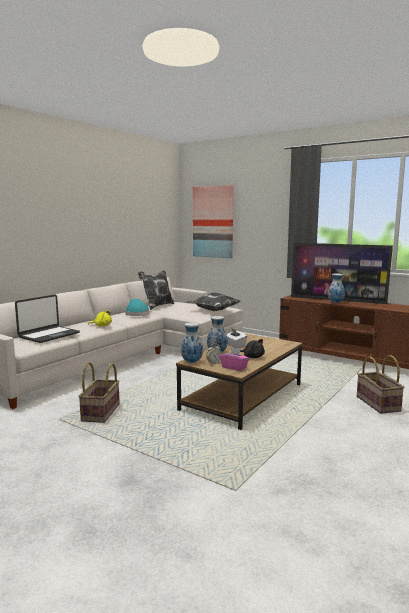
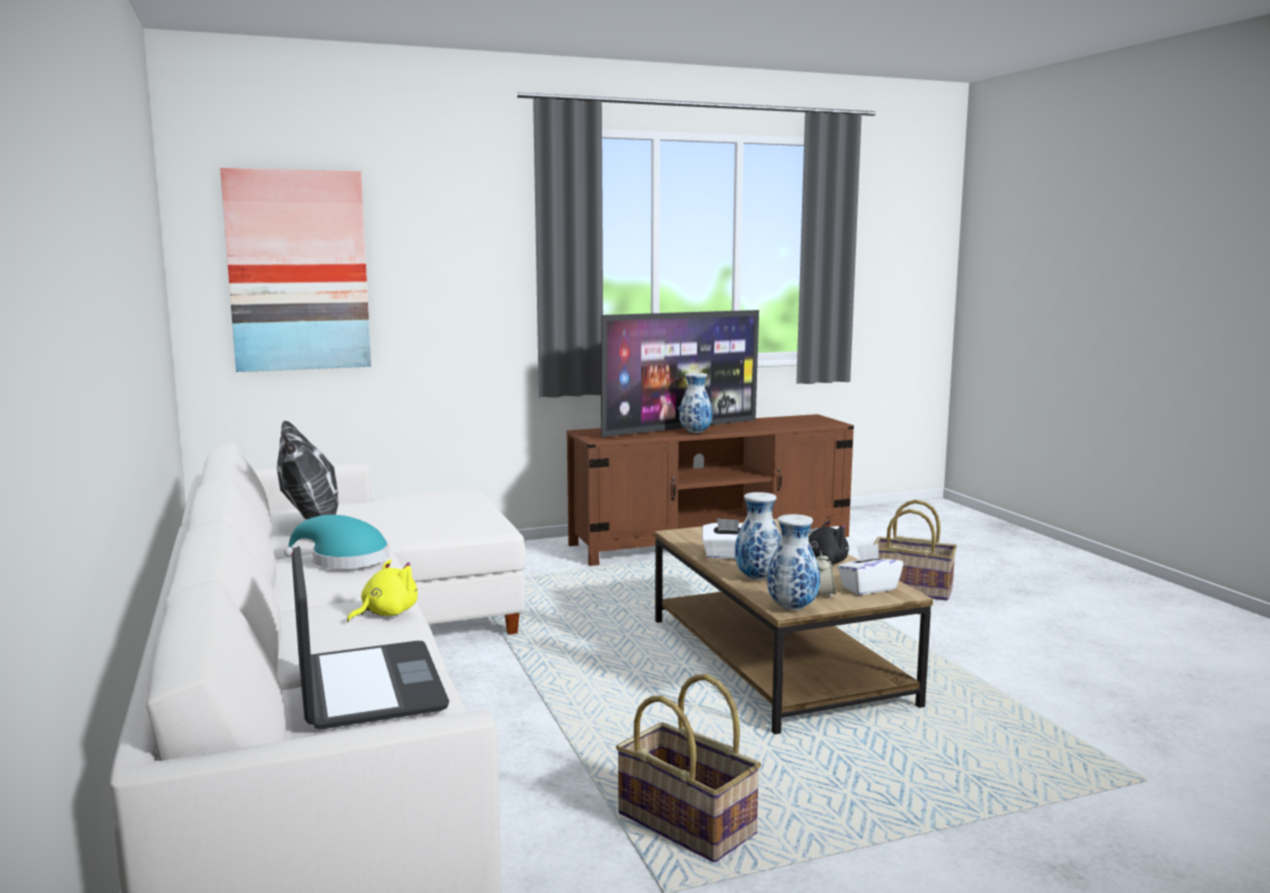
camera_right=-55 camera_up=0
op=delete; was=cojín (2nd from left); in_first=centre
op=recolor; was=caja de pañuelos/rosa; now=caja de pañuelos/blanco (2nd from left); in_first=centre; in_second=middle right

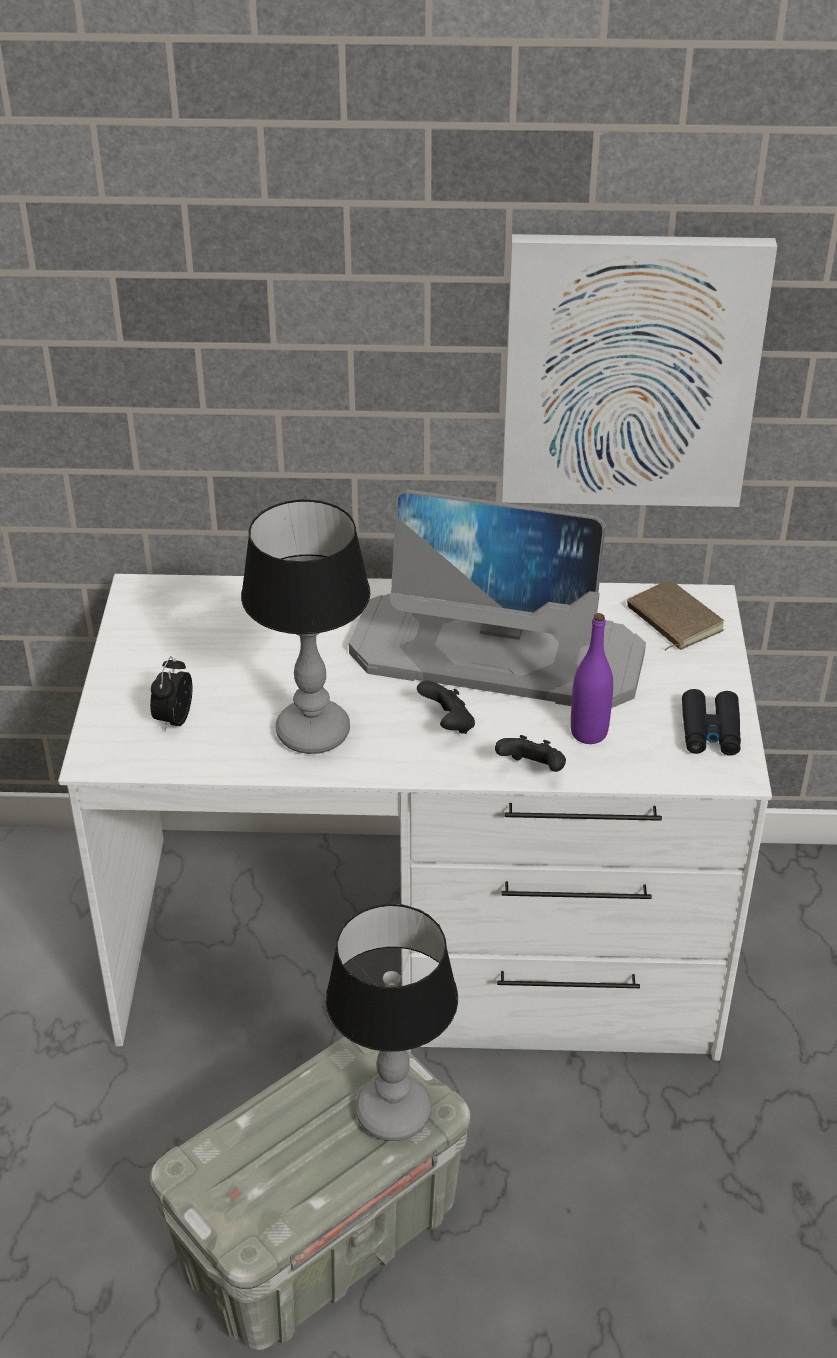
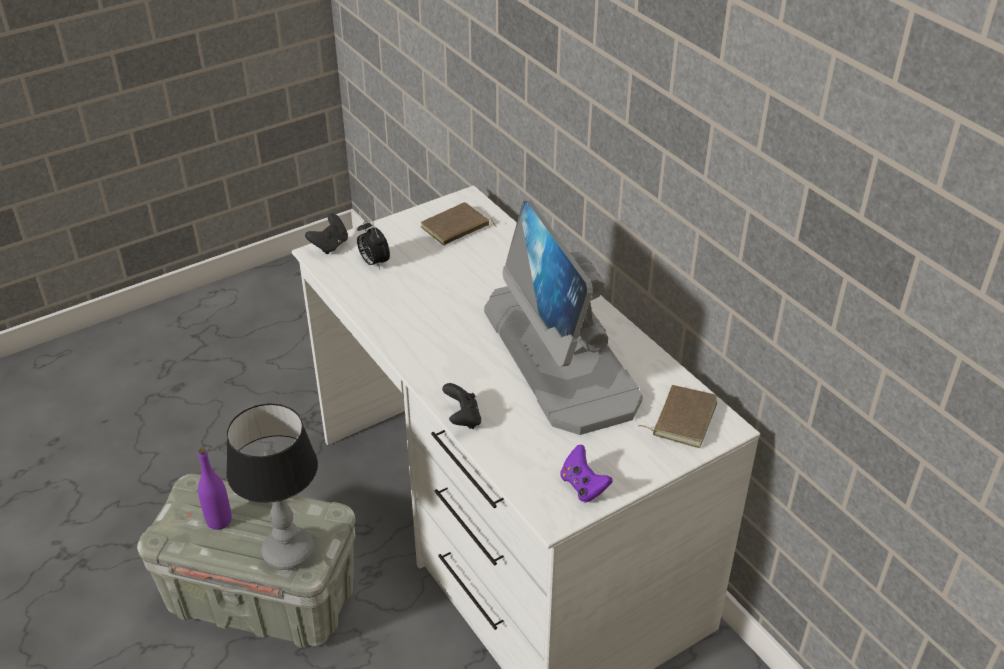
camera_right=55 camera_up=0
op=delete; was=cuadro; in_first=top right
op=delete; was=lámpara de mesa (1st from left); in_first=centre
op=move; was=botella/morado; in_first=middle right; in_second=bottom left
op=rotate; was=despertador; in_first=middle left; in_second=centre; clockwise=-105
op=move; was=mando de consola/negro (1st from left); in_first=centre; in_second=middle left
op=replace; was=prismáticos/negro; now=mando de consola/morado; in_first=middle right; in_second=bottom centre
op=insert; now=libro/marrón (1st from left); in_second=centre

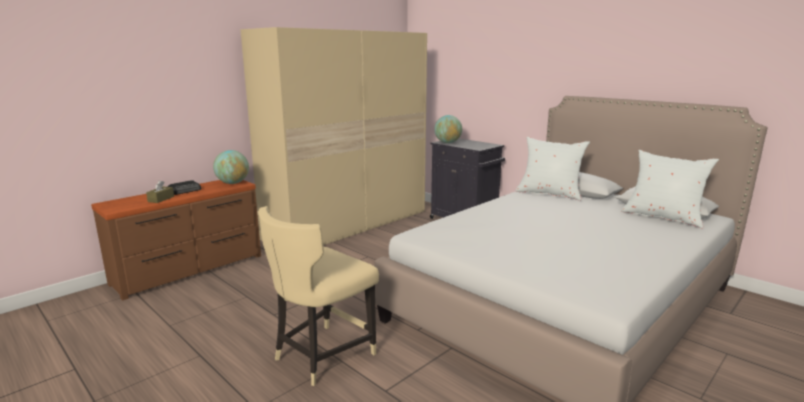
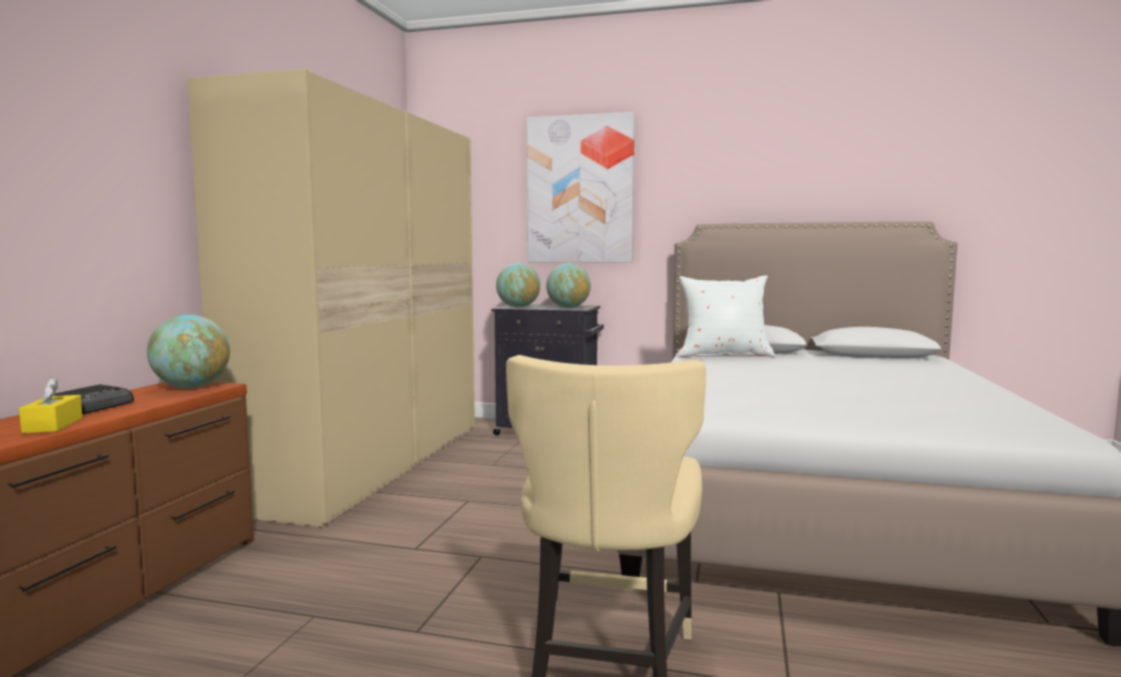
camera_right=-30 camera_up=-10
op=delete; was=cojín/blanco (2nd from left); in_first=middle right
op=recolor; was=caja de pañuelos/marrón; now=caja de pañuelos/amarillo; in_first=middle left; in_second=middle left
op=insert; now=cuadro; in_second=top centre
op=insert; now=globo terráqueo (3rd from left); in_second=centre

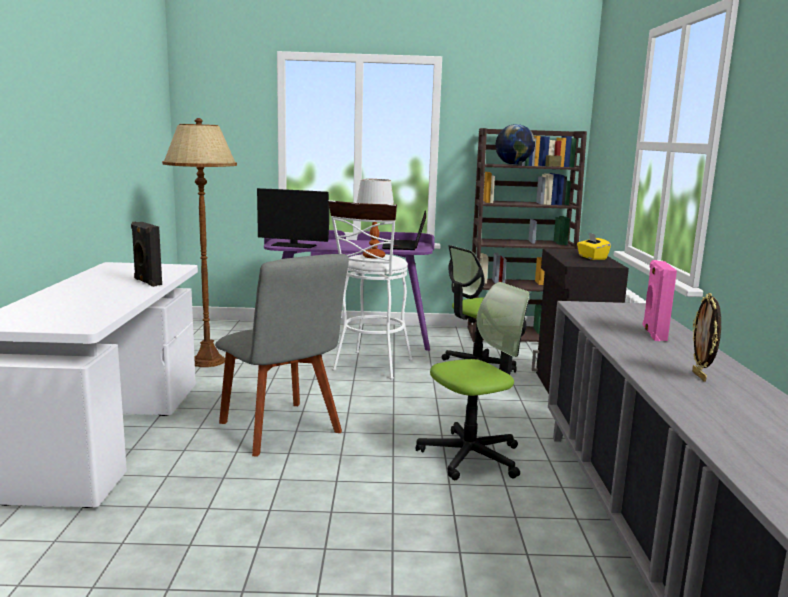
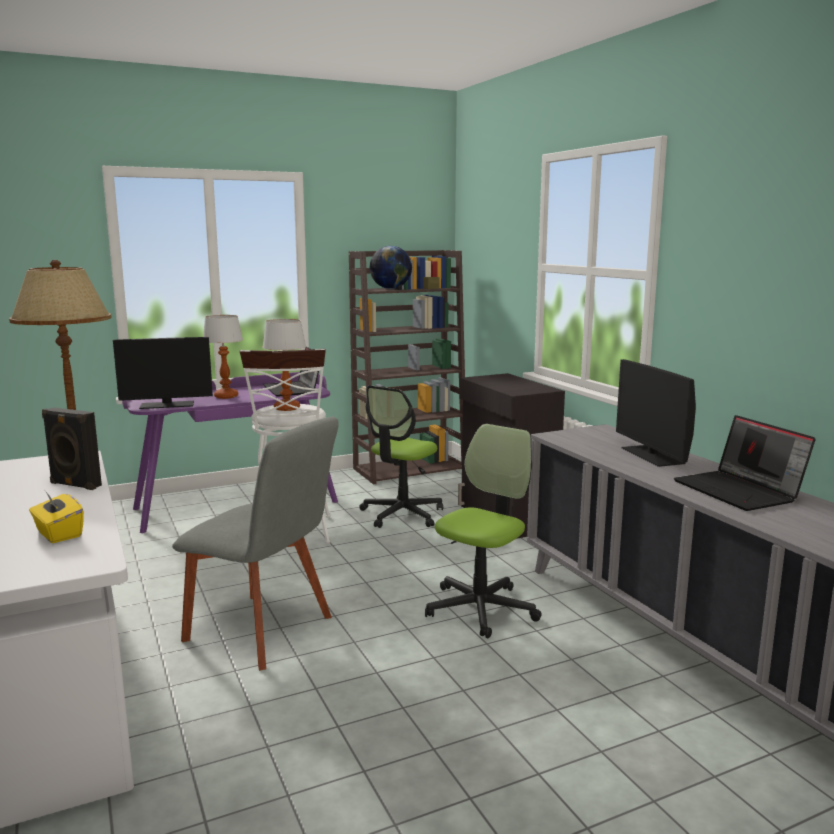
camera_right=-25 camera_up=0
op=move; was=caja de pañuelos/amarillo; in_first=middle right; in_second=middle left
op=replace; was=altavoz/rosa; now=monitor (2nd from left); in_first=middle right; in_second=middle right
op=replace; was=portarretratos; now=portátil (2nd from left); in_first=middle right; in_second=middle right
op=insert; now=lámpara de mesa (1st from left); in_second=middle left

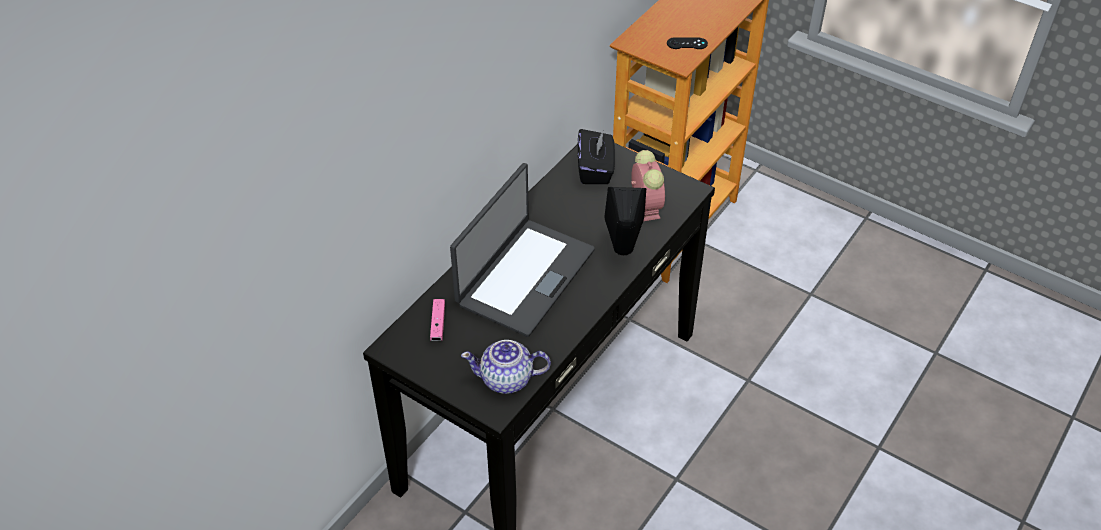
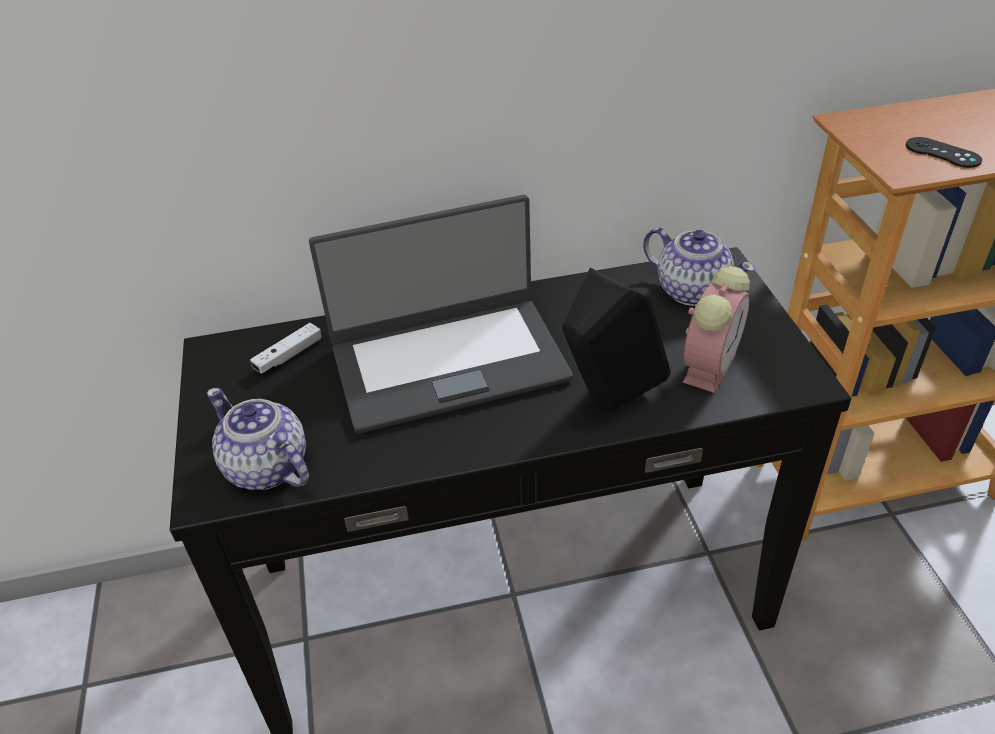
camera_right=45 camera_up=-5
op=replace; was=caja de pañuelos/negro; now=tetera (2nd from left); in_first=top centre; in_second=middle right
op=recolor; was=mando de consola/rosa; now=mando de consola/blanco; in_first=centre; in_second=middle left

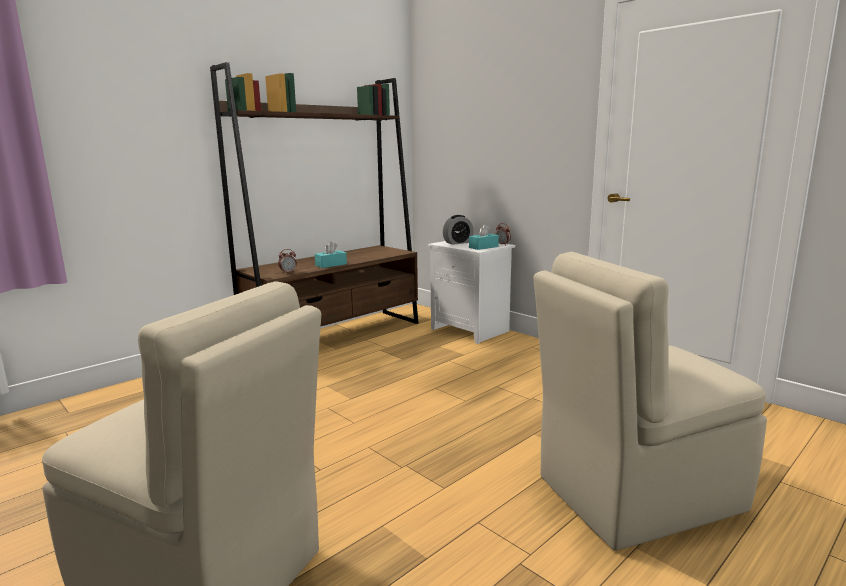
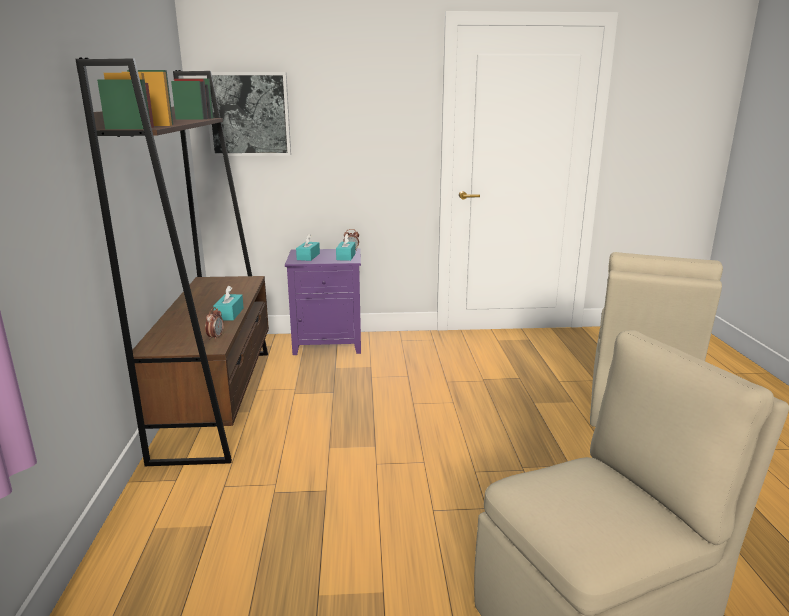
camera_right=-50 camera_up=5
op=replace; was=despertador (2nd from left); now=caja de pañuelos/turquesa (2nd from left); in_first=centre; in_second=centre
op=recolor; was=mesita de noche/blanco; now=mesita de noche/morado; in_first=centre; in_second=centre
op=insert; now=cuadro; in_second=top left

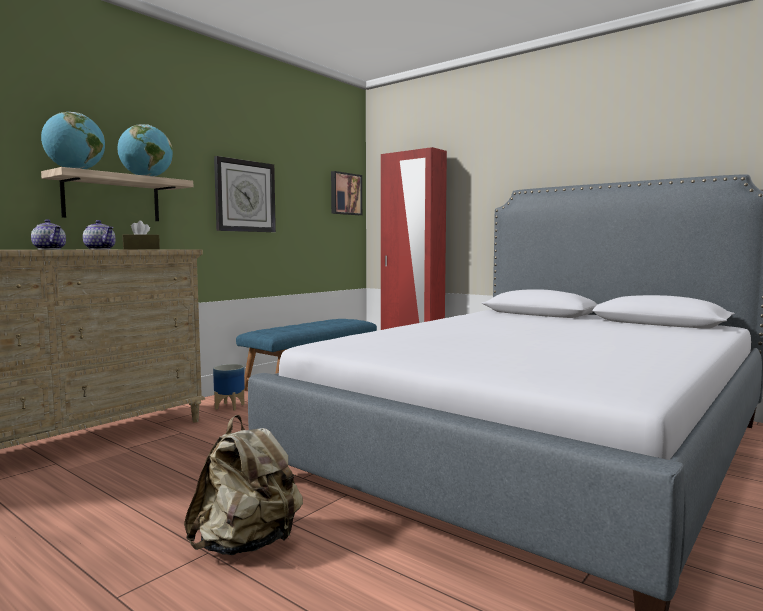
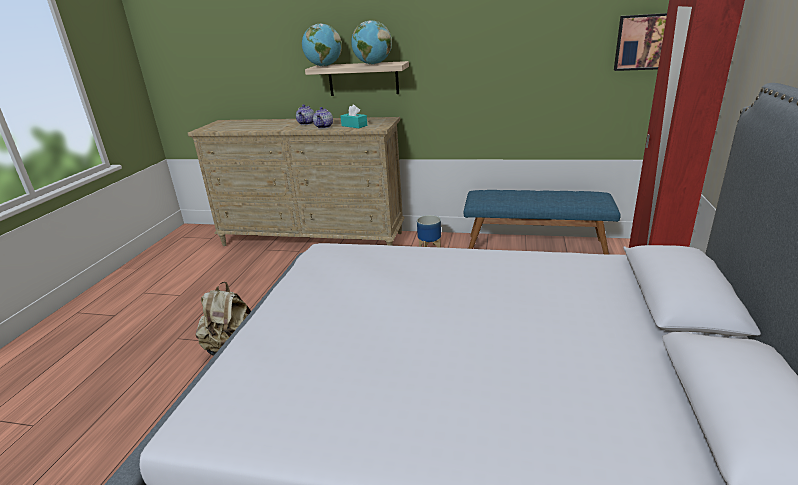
camera_right=65 camera_up=20
op=delete; was=reloj de pared; in_first=top left
op=recolor; was=caja de pañuelos/marrón; now=caja de pañuelos/turquesa; in_first=middle left; in_second=top centre

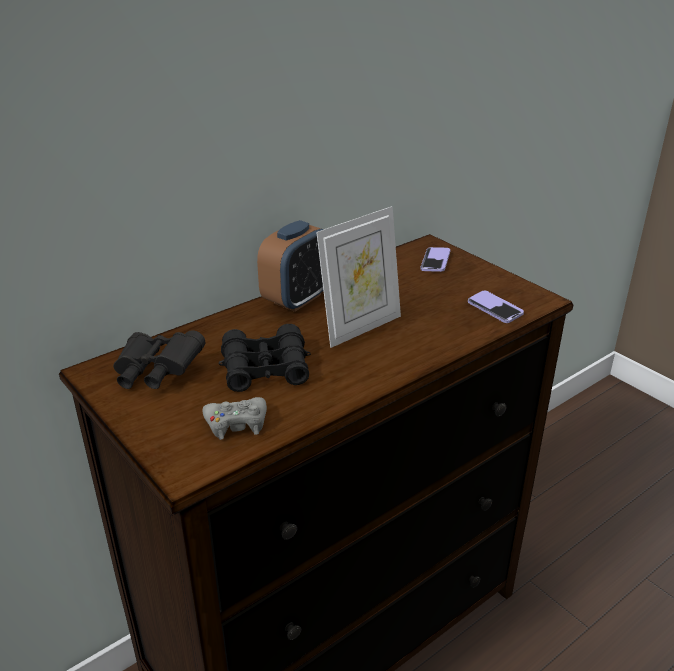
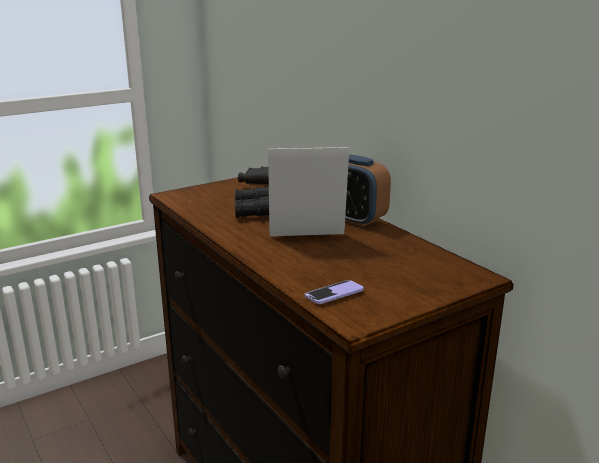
camera_right=95 camera_up=-10
op=rotate; was=portarretratos; in_first=centre; in_second=centre; clockwise=120
op=delete; was=móvil (1st from left); in_first=centre
op=delete; was=mando de consola/gris; in_first=centre

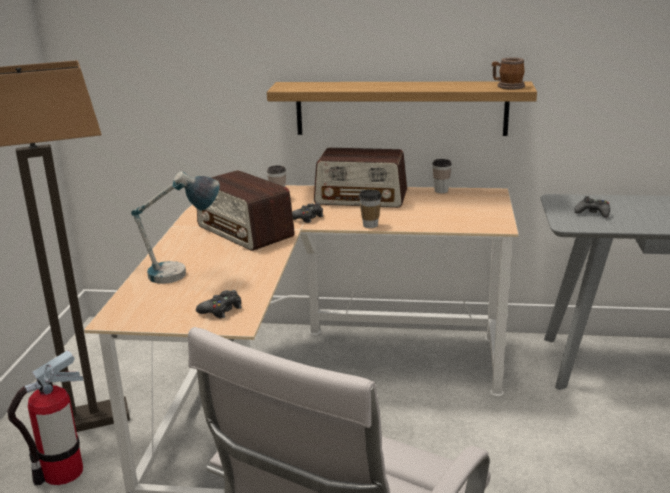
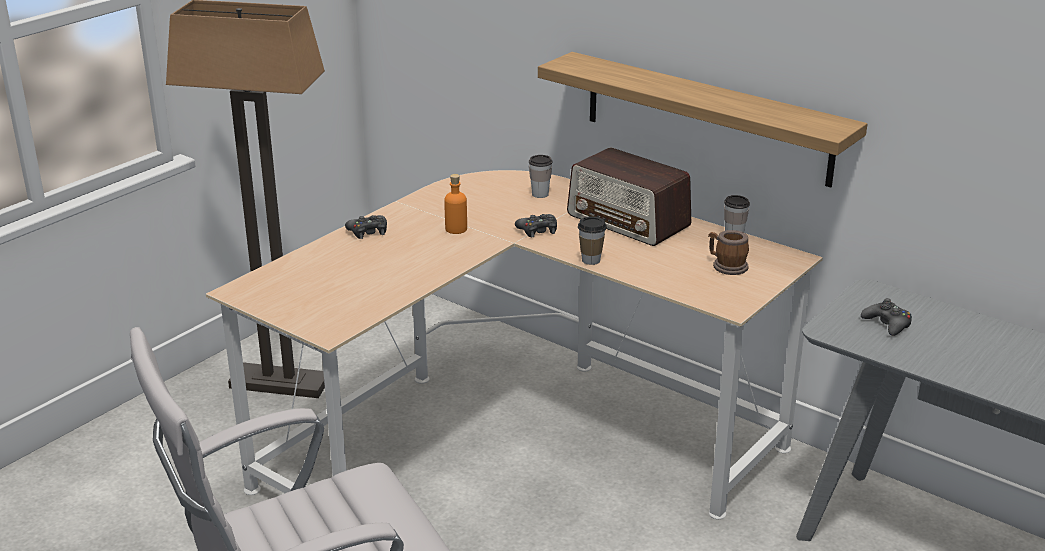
camera_right=30 camera_up=5
op=move; was=taza grande; in_first=top right; in_second=middle right
op=replace; was=radio (1st from left); now=botella/naranja; in_first=centre; in_second=centre
op=delete; was=lámpara de mesa; in_first=middle left
op=move; was=mando de consola/negro (1st from left); in_first=middle left; in_second=centre
op=delete; was=extintor; in_first=bottom left

